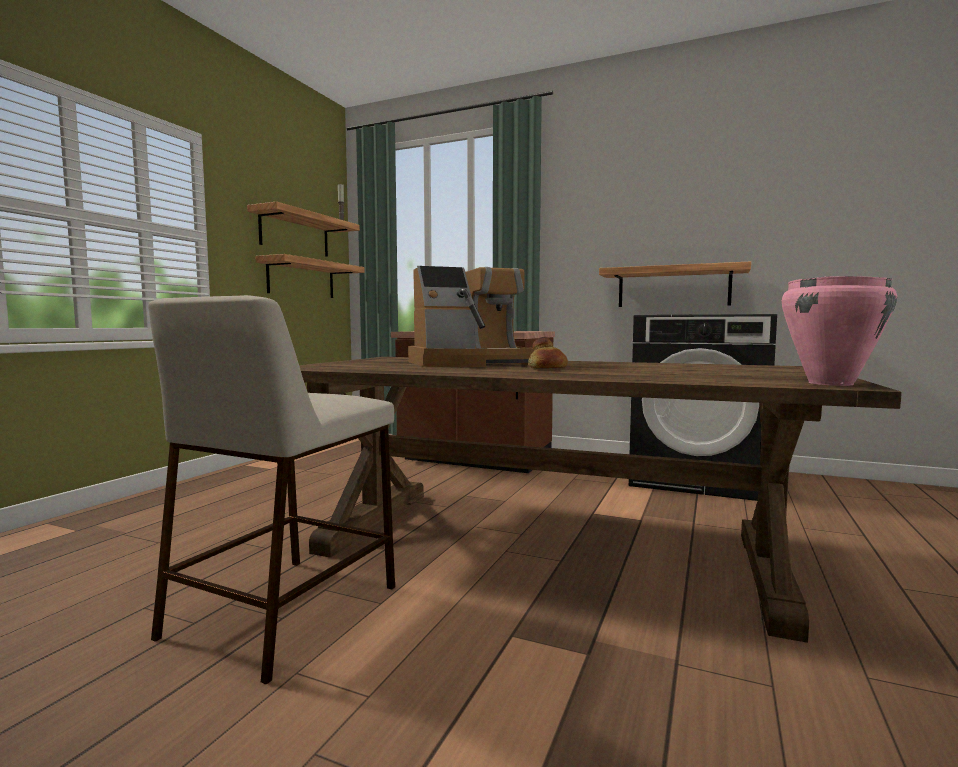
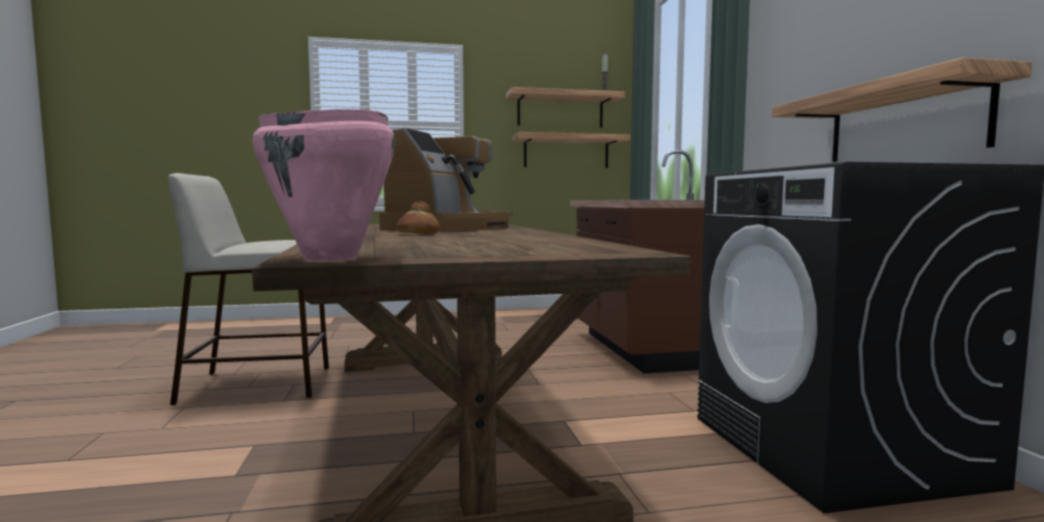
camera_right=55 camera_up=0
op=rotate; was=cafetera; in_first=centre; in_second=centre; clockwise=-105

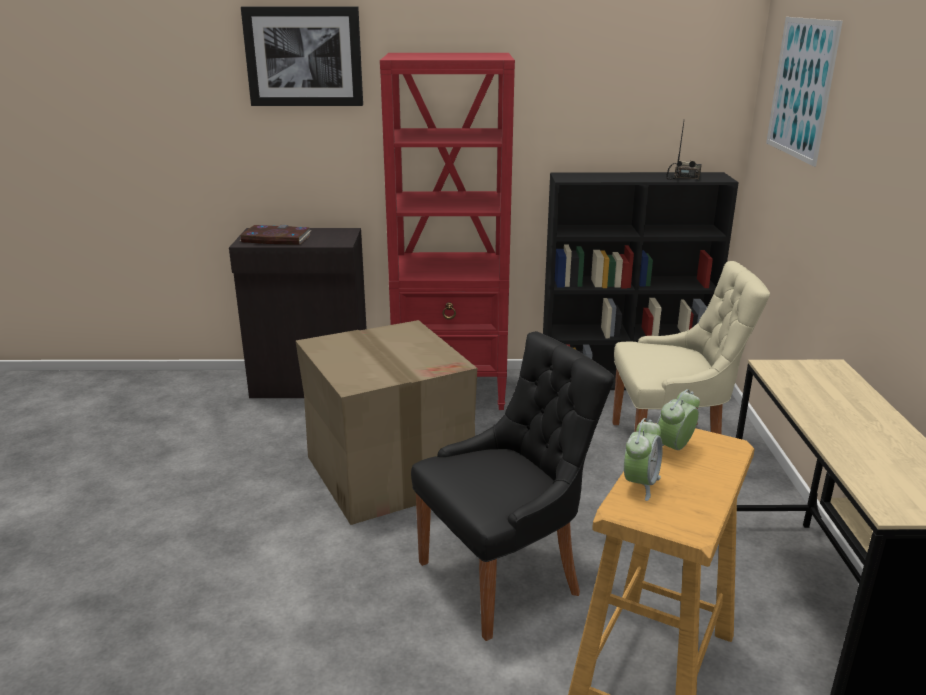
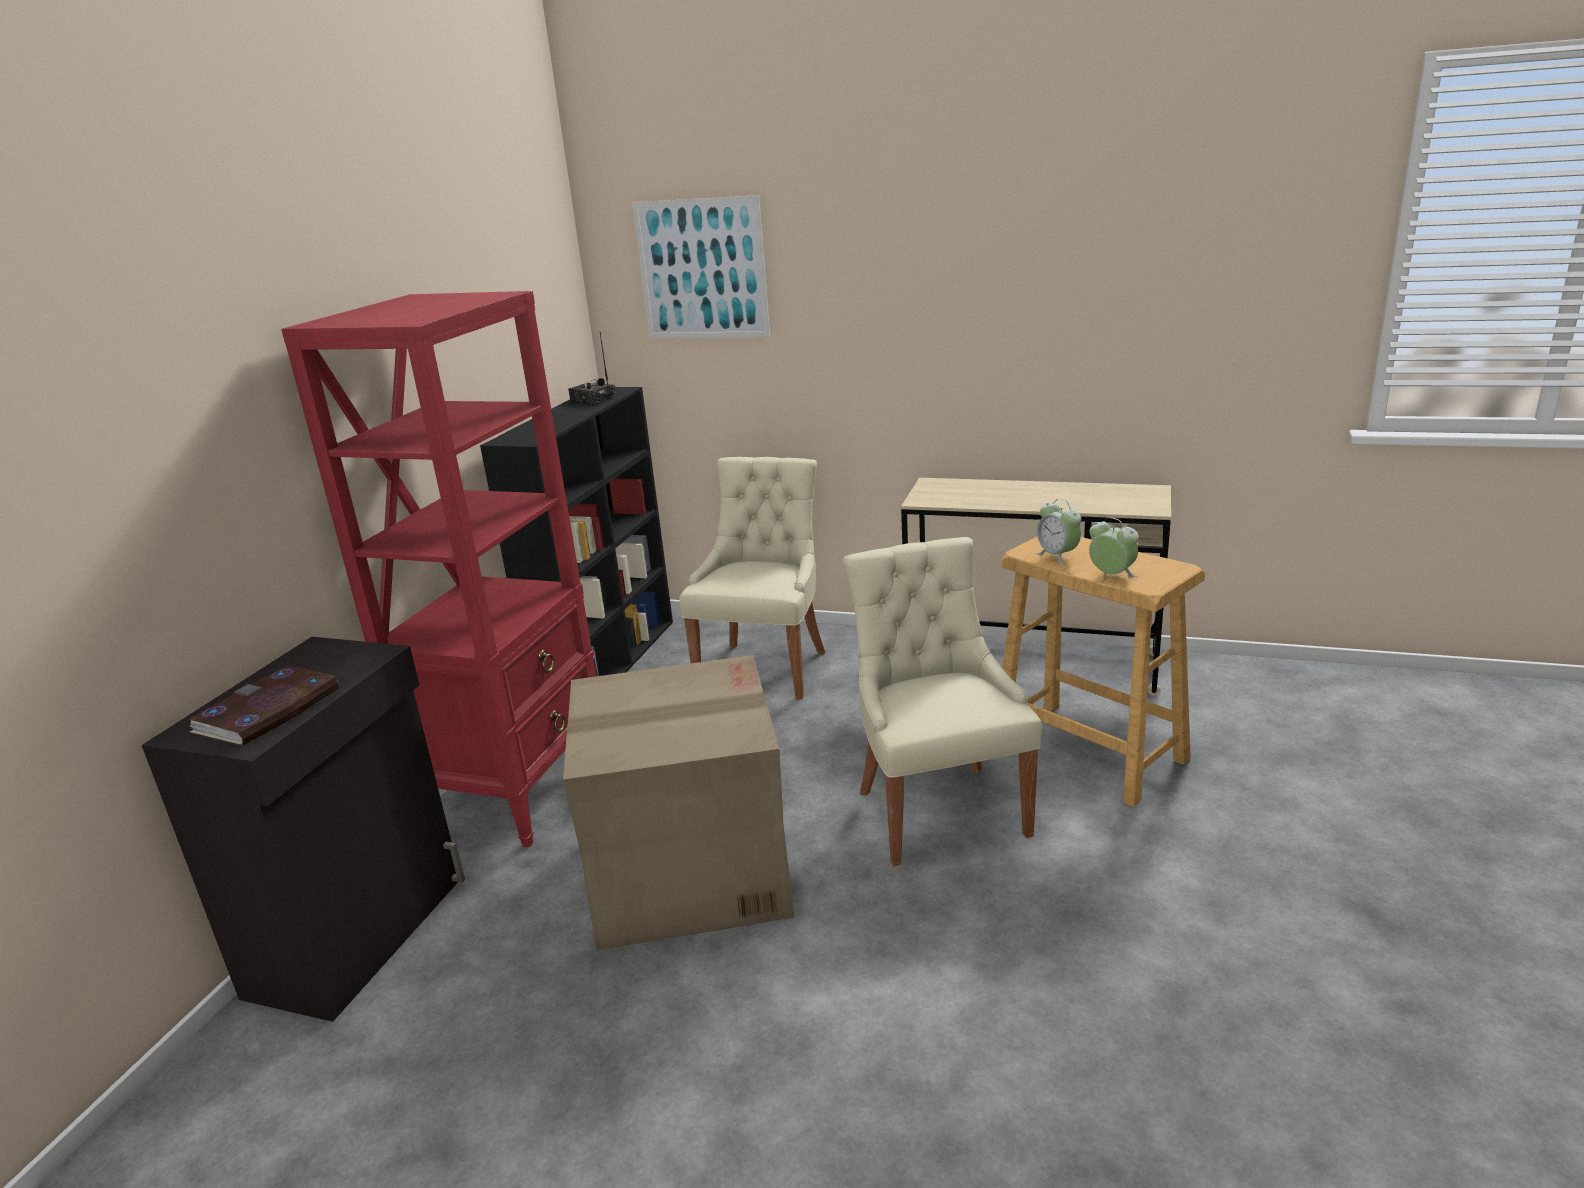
camera_right=-70 camera_up=0
op=delete; was=cuadro (1st from left); in_first=top left
op=recolor; was=silla/negro; now=silla/beis (2nd from left); in_first=bottom centre; in_second=centre

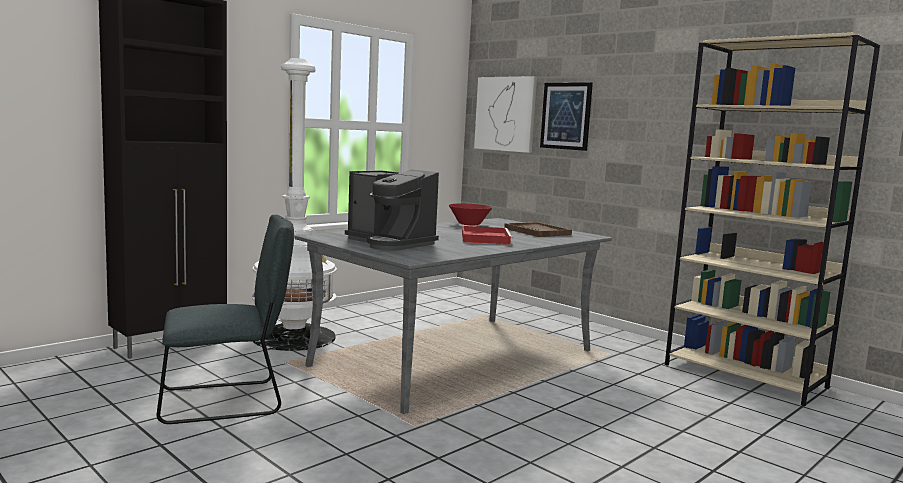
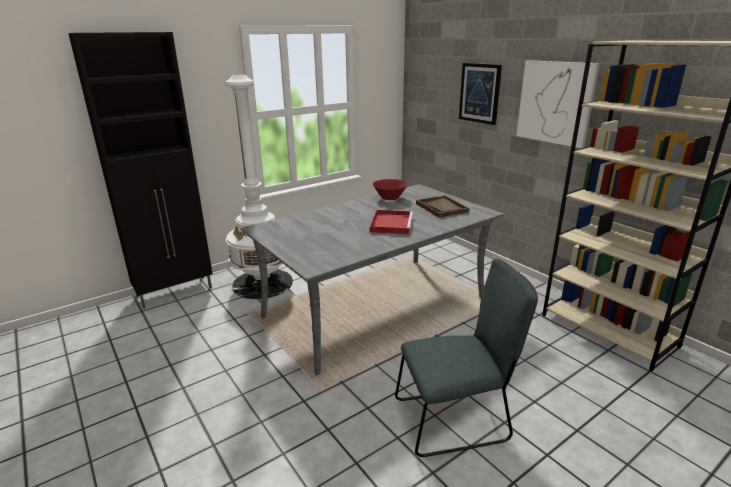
camera_right=10 camera_up=15
op=move; was=cuadro (1st from left in the first image); now=cuadro (2nd from left); in_first=top centre; in_second=top right
op=delete; was=cafetera; in_first=centre
op=move; was=silla/gris; in_first=middle left; in_second=bottom centre

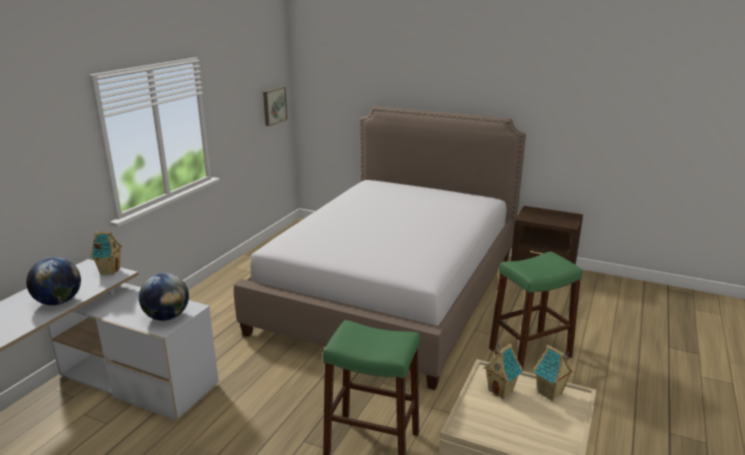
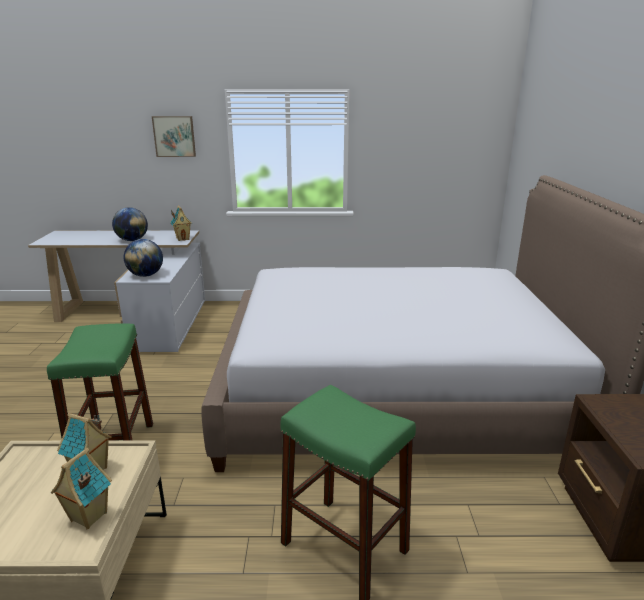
camera_right=65 camera_up=0
op=move; was=cuadro; in_first=top centre; in_second=top left

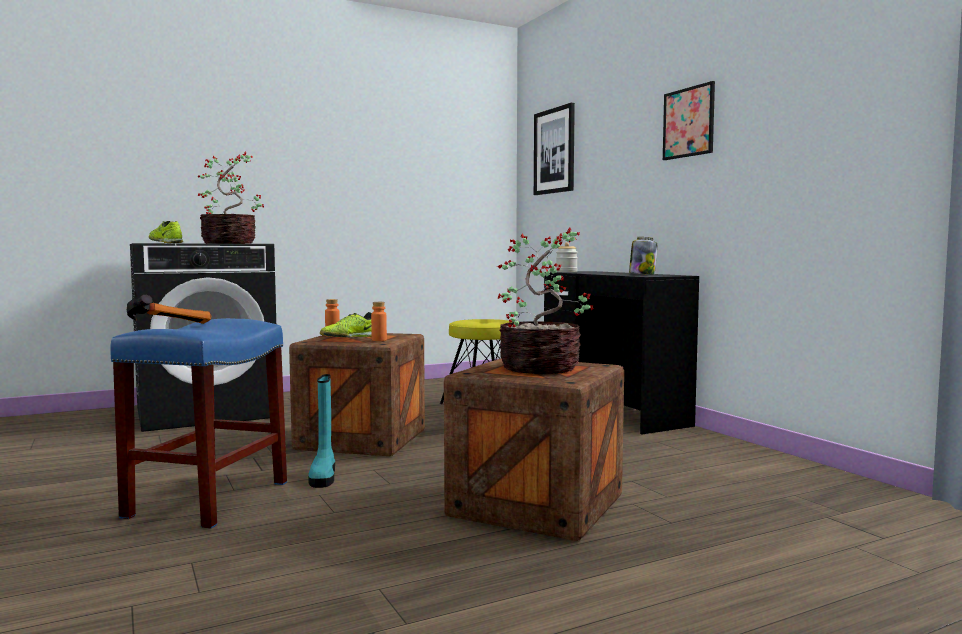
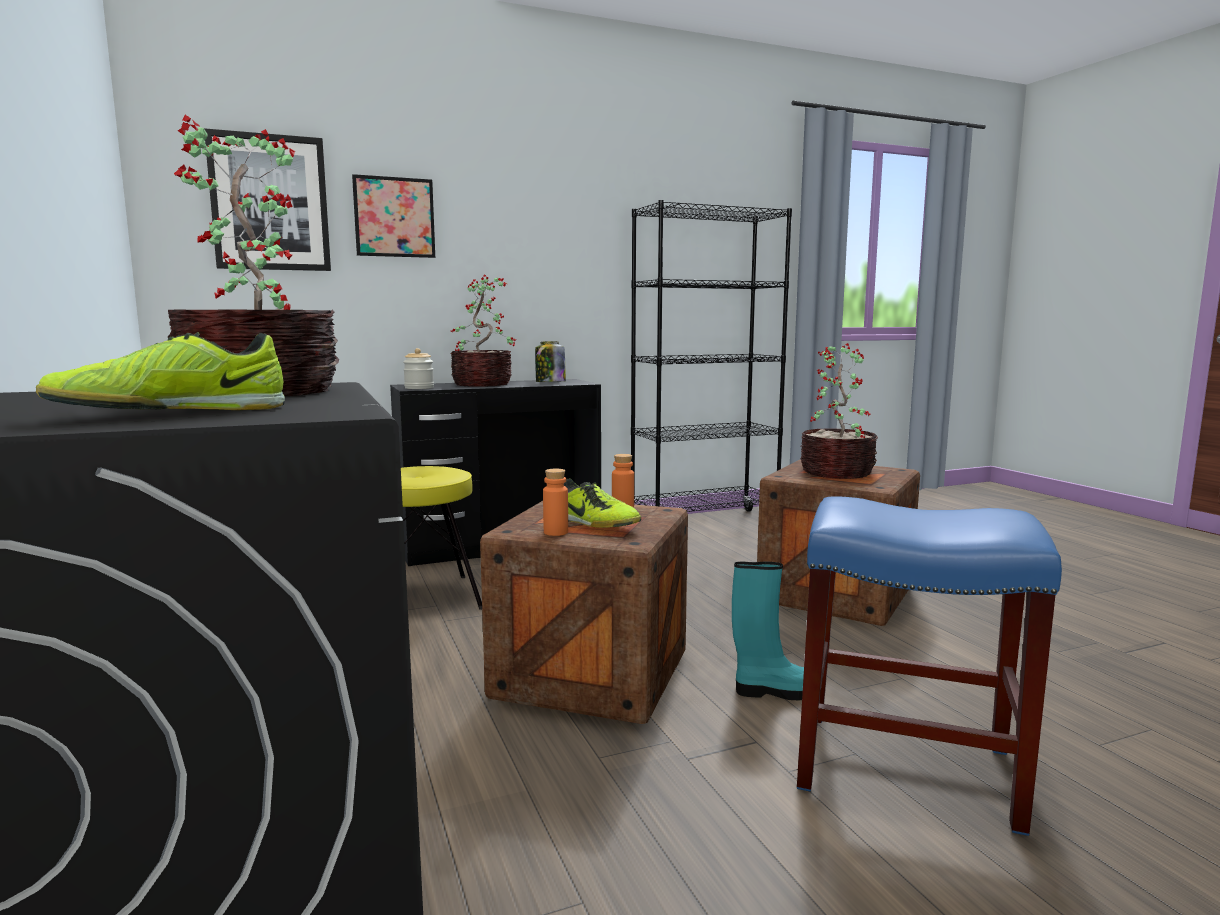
camera_right=-85 camera_up=5
op=move; was=cuadro (2nd from left); in_first=top right; in_second=top left
op=delete; was=martillo; in_first=middle left
op=insert; now=estantería/negro; in_second=centre
op=insert; now=planta en maceta (2nd from left); in_second=centre

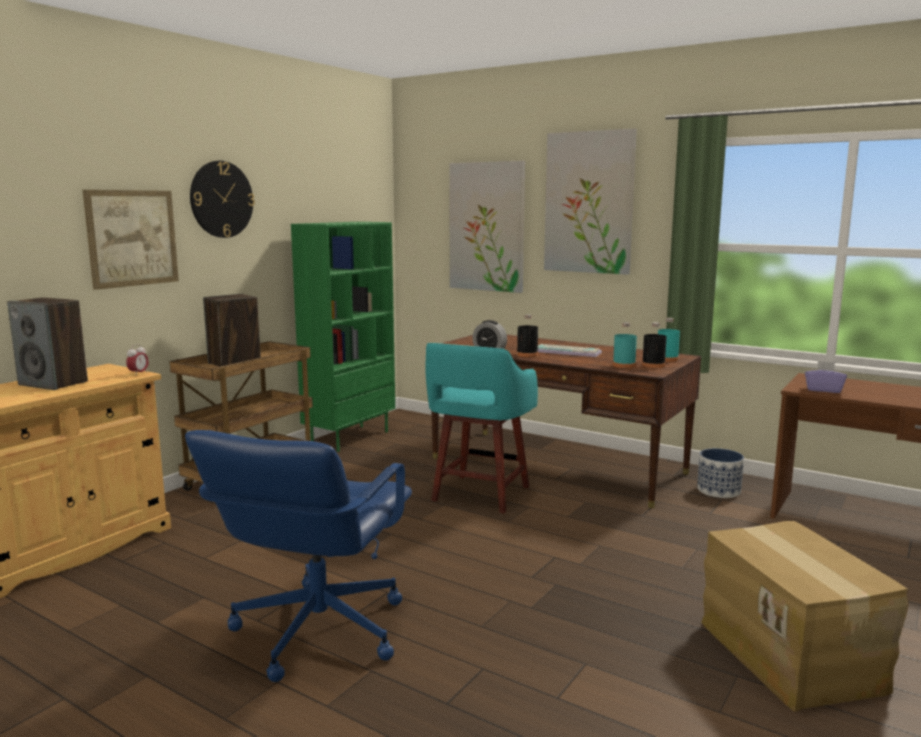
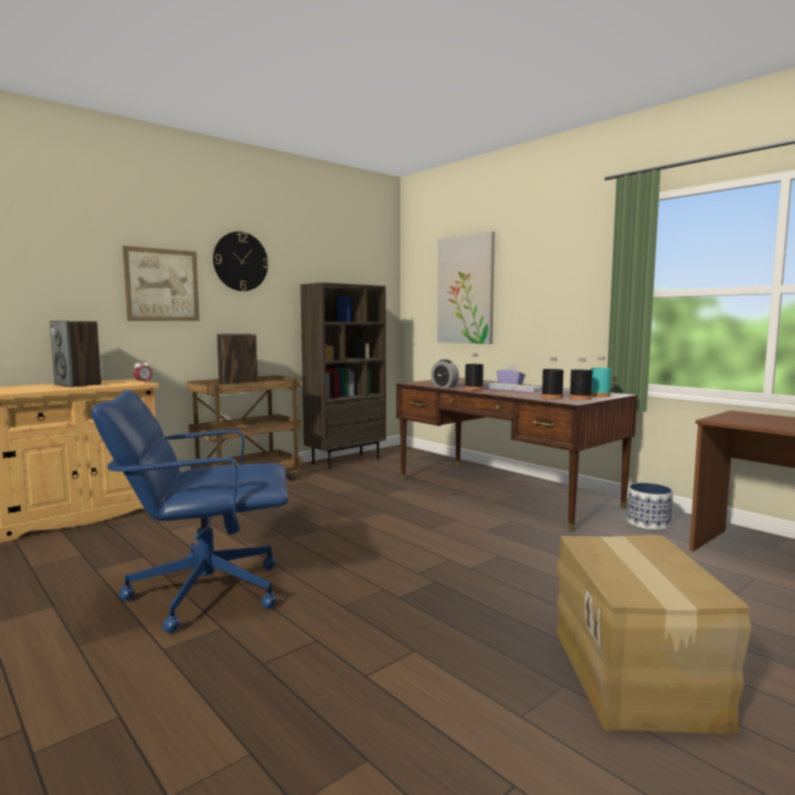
camera_right=15 camera_up=-5
op=delete; was=cuadro (3rd from left); in_first=top centre
op=recolor; was=estantería/verde; now=estantería/marrón; in_first=centre; in_second=centre
op=recolor; was=botella/turquesa (1st from left); now=botella/negro (2nd from left); in_first=middle right; in_second=middle right
op=delete; was=taburete/turquesa; in_first=centre
op=move; was=caja de pañuelos/morado; in_first=middle right; in_second=centre
op=rotate; was=silla de oficina/azul; in_first=bottom left; in_second=middle left; clockwise=45

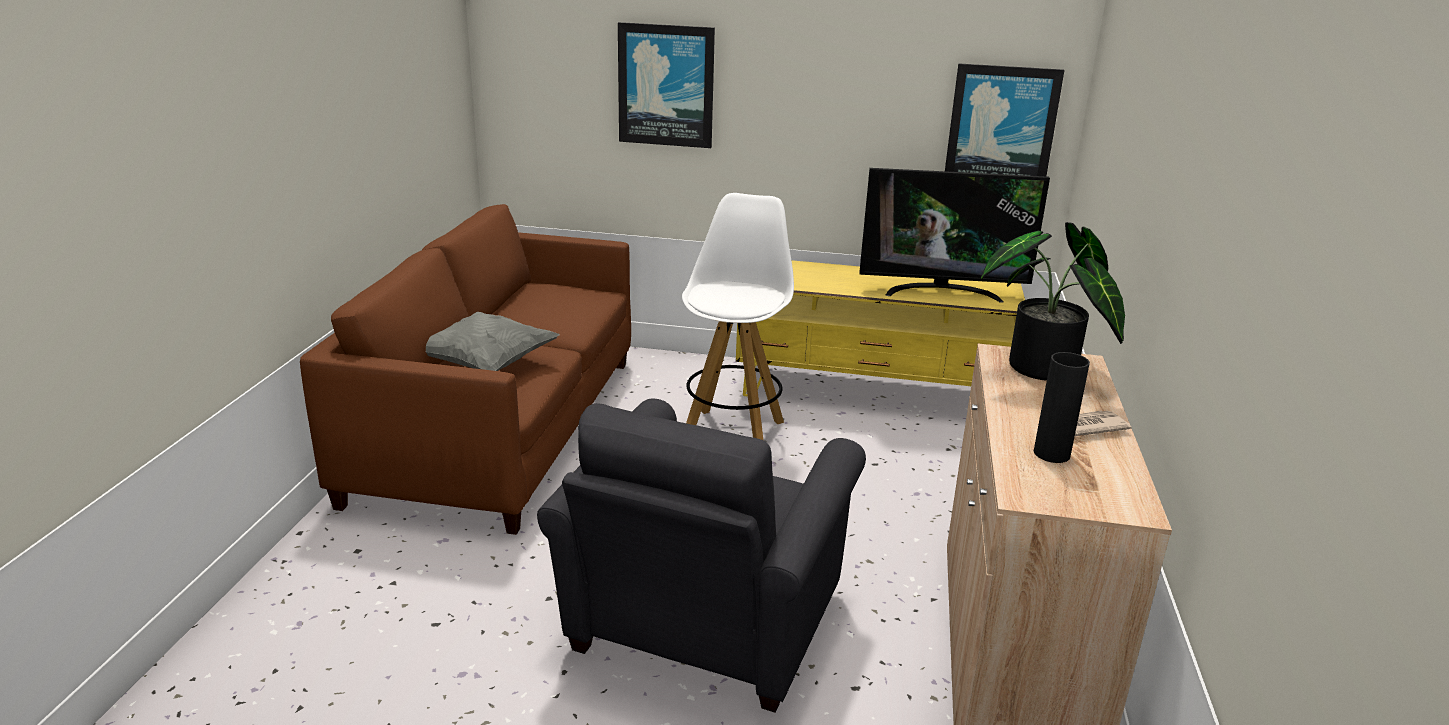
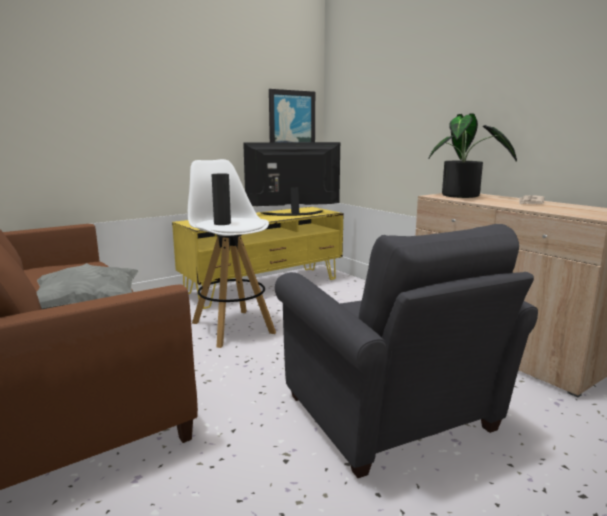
camera_right=-45 camera_up=-10
op=delete; was=cuadro (1st from left); in_first=top centre
op=rotate; was=televisor; in_first=top centre; in_second=centre; clockwise=-150
op=move; was=florero/negro; in_first=middle right; in_second=centre

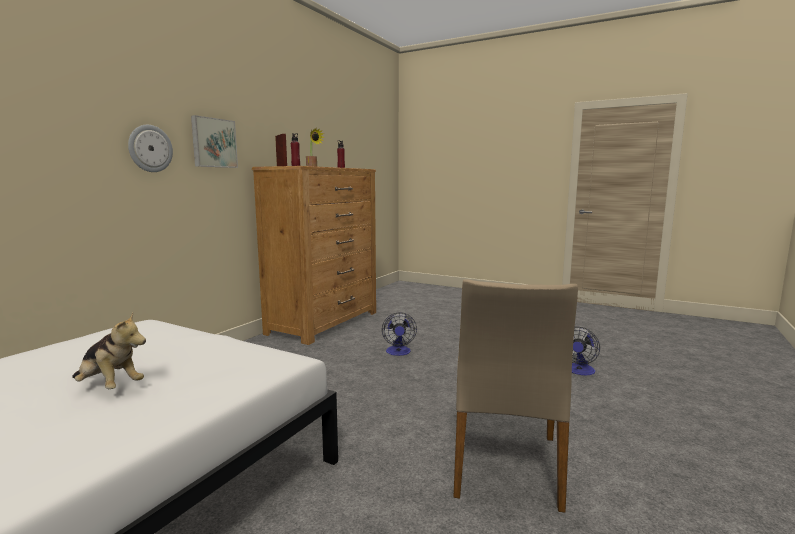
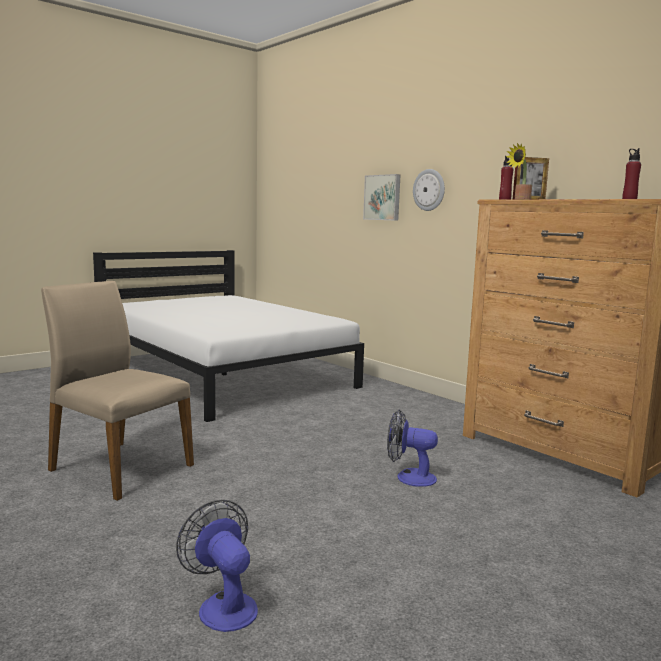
camera_right=110 camera_up=0
op=move; was=cuadro; in_first=top left; in_second=top centre
op=delete; was=peluche; in_first=middle left

